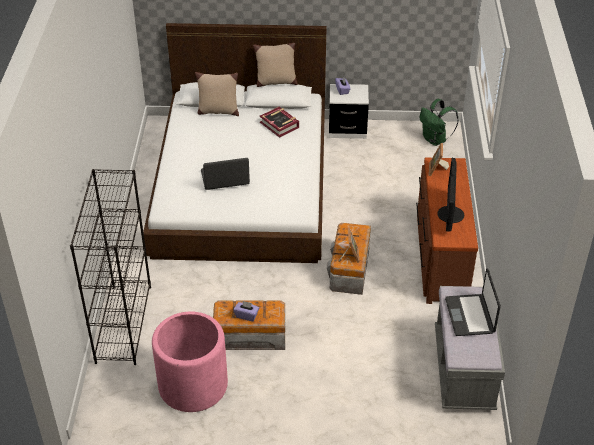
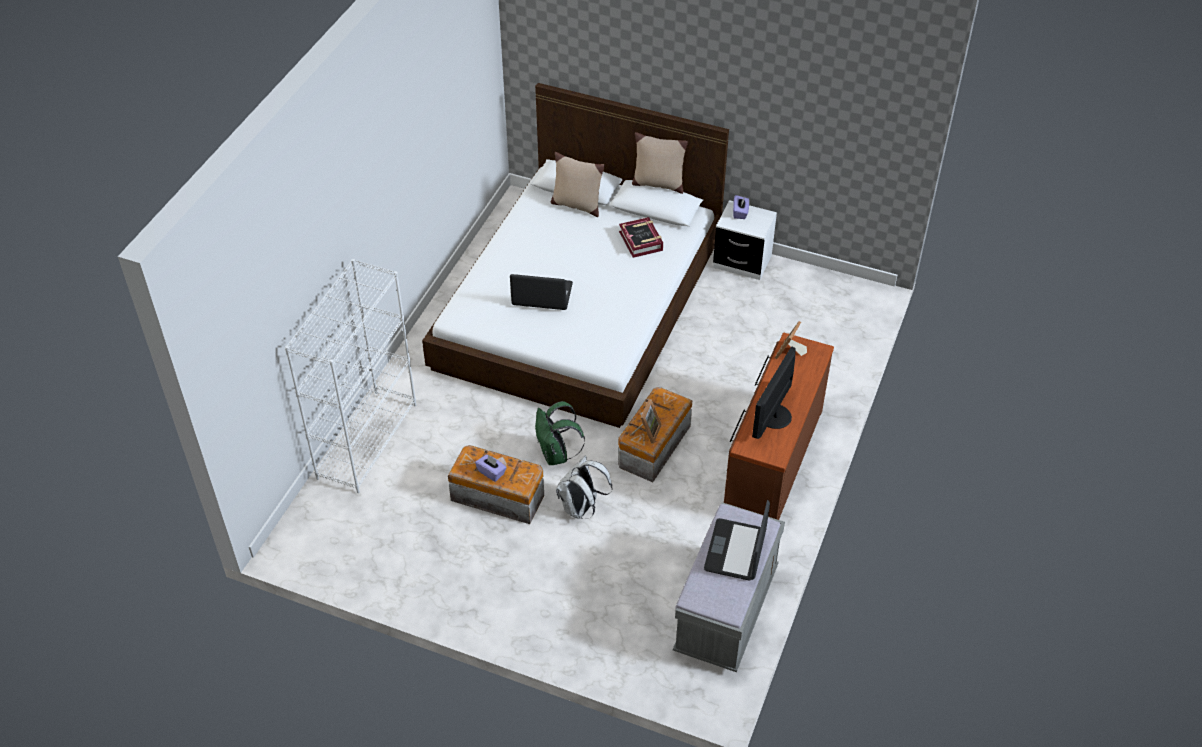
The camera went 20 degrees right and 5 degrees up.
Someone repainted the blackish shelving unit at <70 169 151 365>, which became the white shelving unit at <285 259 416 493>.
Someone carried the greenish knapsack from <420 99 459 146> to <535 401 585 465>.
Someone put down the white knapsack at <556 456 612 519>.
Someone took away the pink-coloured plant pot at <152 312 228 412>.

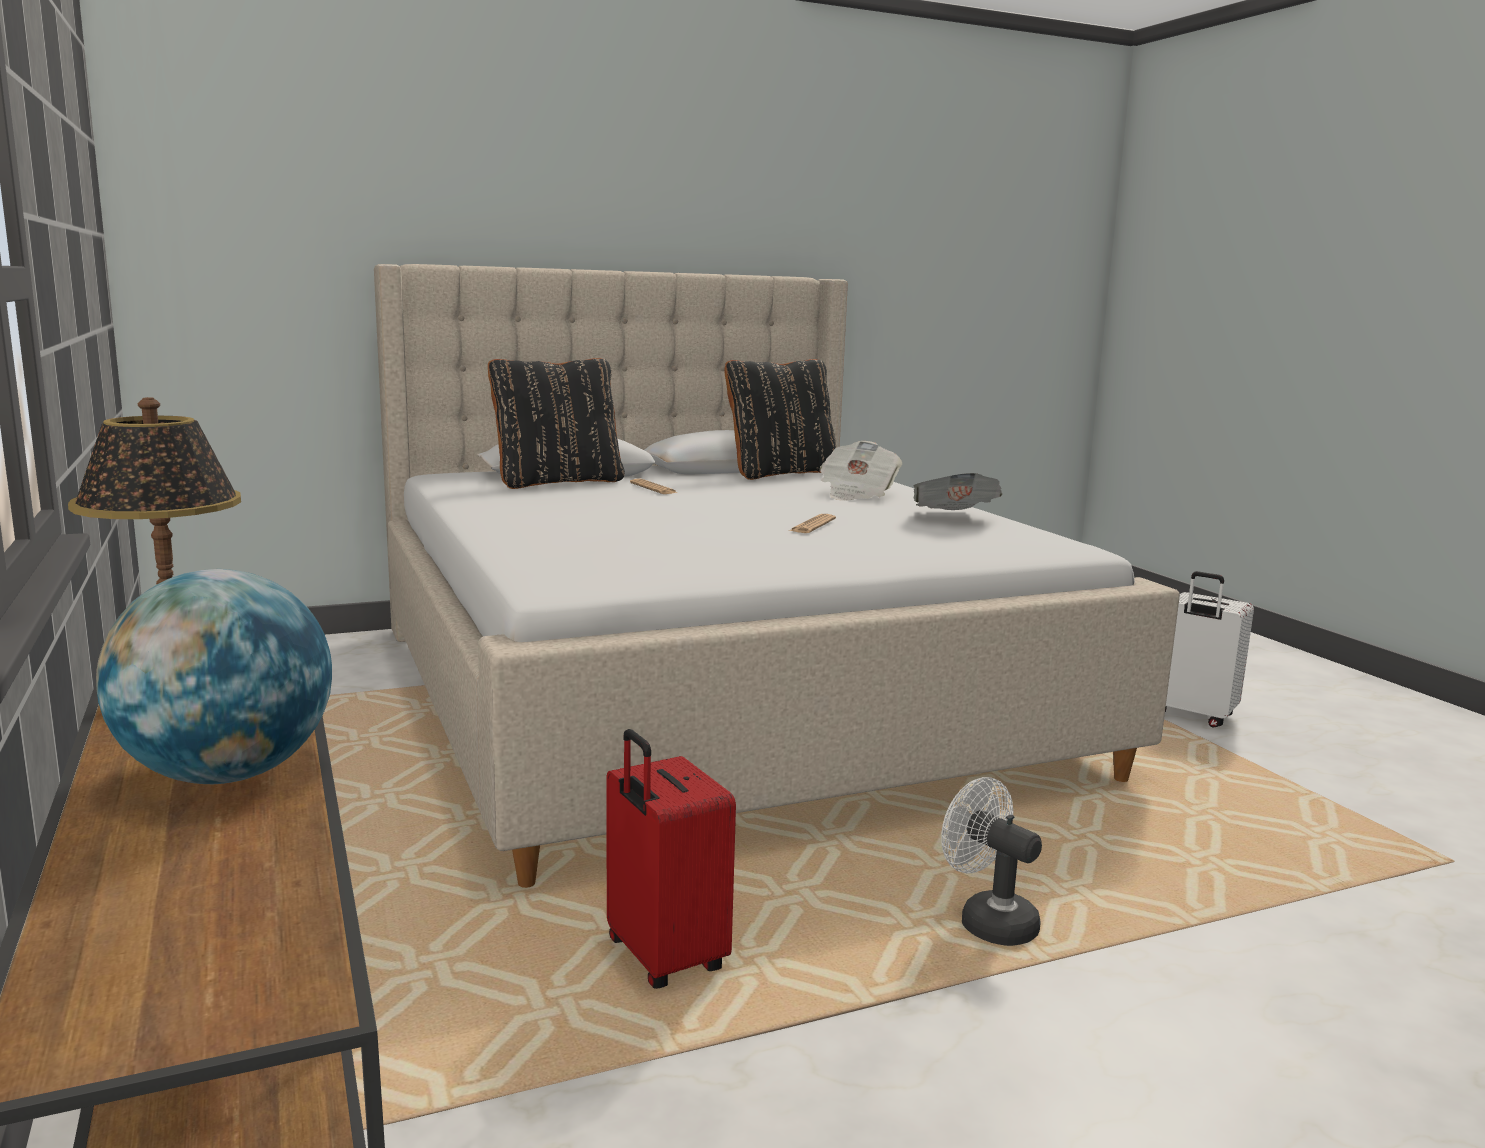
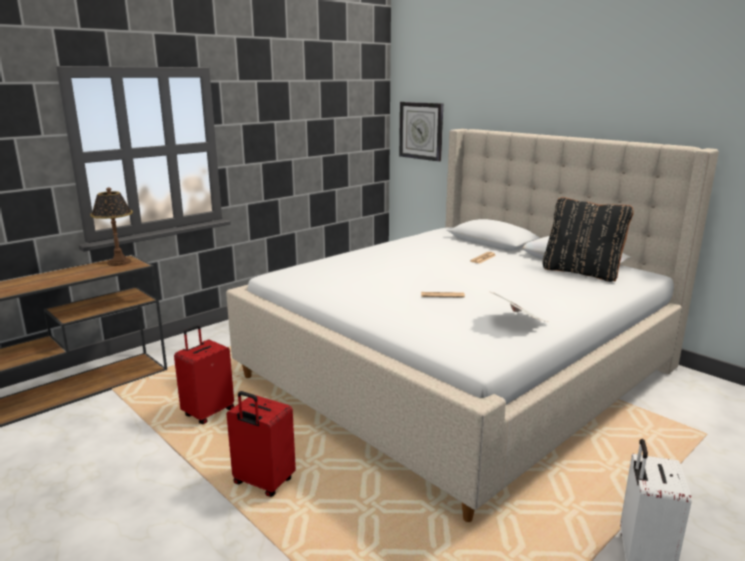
The camera went 70 degrees right and 5 degrees up.
Someone swapped the white cooling fan at <941 777 1042 946> for the red-coloured suitcase at <227 391 296 497>.
Someone put up the wall clock at <399 102 443 162>.
Someone took away the globe at <96 569 332 784>.
Someone took away the blackish pillow at <488 358 625 489>.
Someone took away the daily paper at <820 441 903 501>.

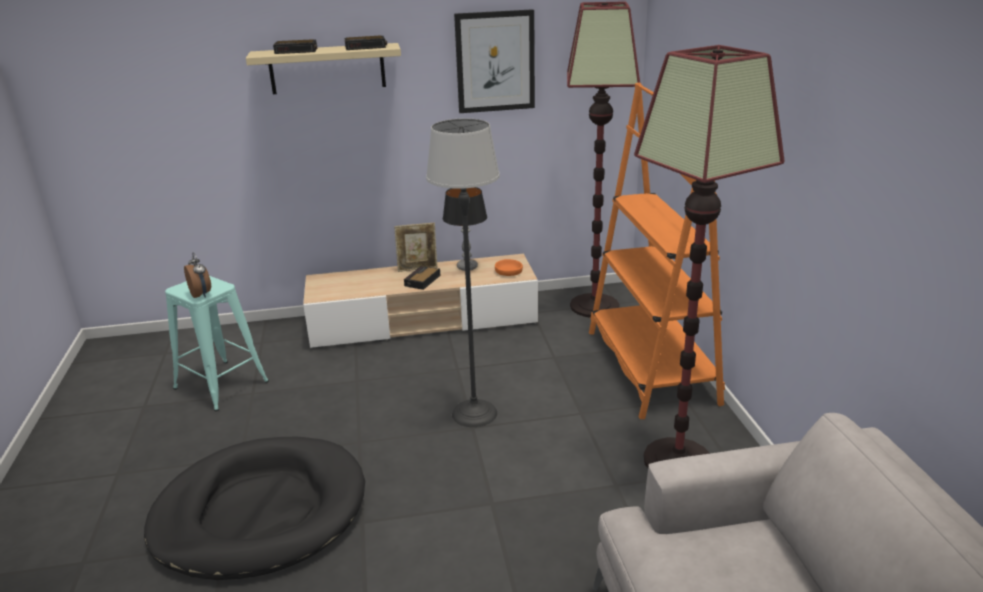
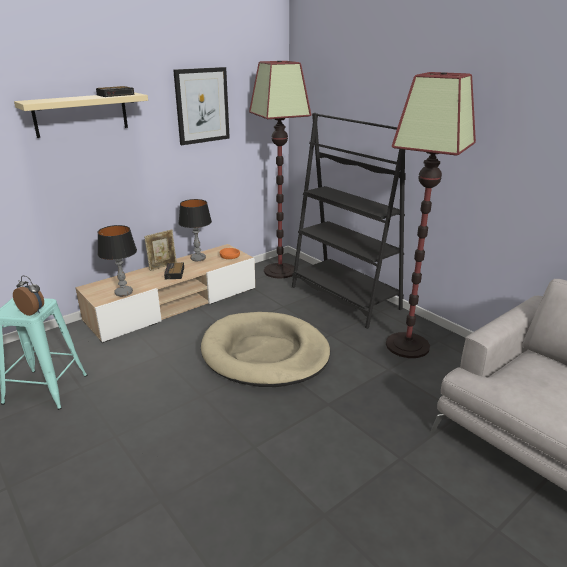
The camera went 30 degrees left and 0 degrees up.
Someone put down the lamp for a table at <97 225 137 296>.
Someone swapped the floor lamp at <426 118 500 427> for the beige-coloured dog bed at <201 312 330 387>.
Someone repainted the orangey shelving unit at <589 82 725 419>, which became the blackish shelving unit at <292 113 406 329>.
Someone took away the blackish dog bed at <144 437 365 580>.
Someone took away the table clock at <273 39 317 54>.

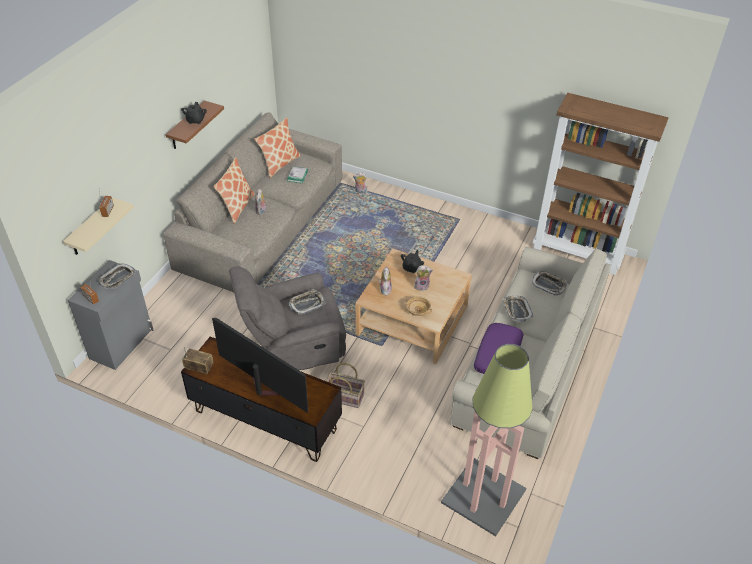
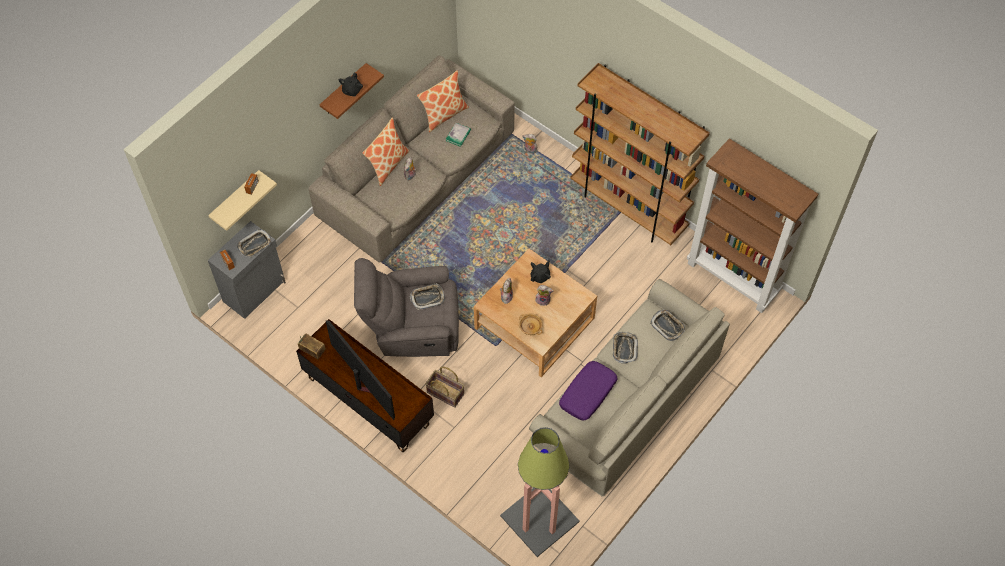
The camera went 15 degrees right and 15 degrees up.
Someone put down the brown-coloured shelving unit at <570 63 710 245>.

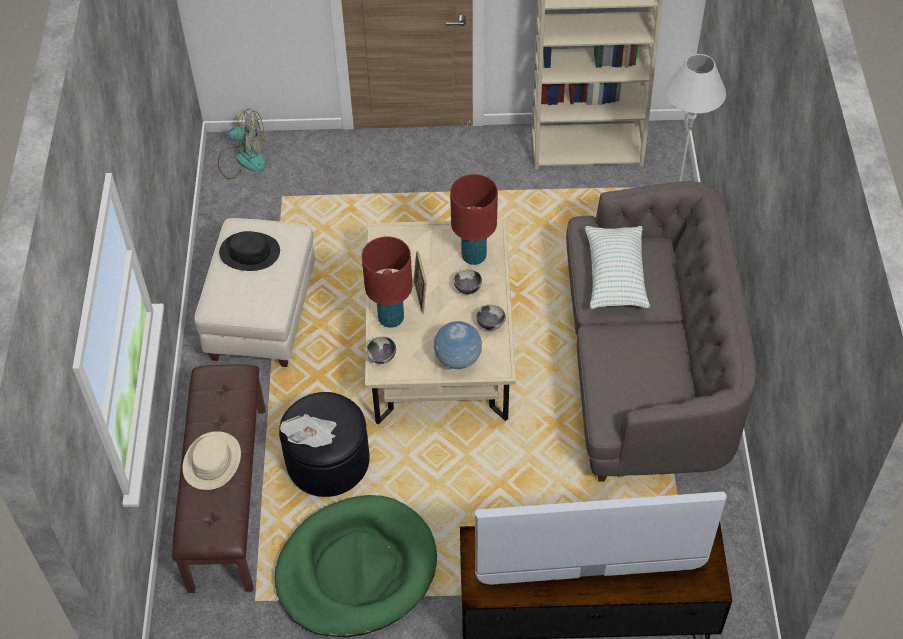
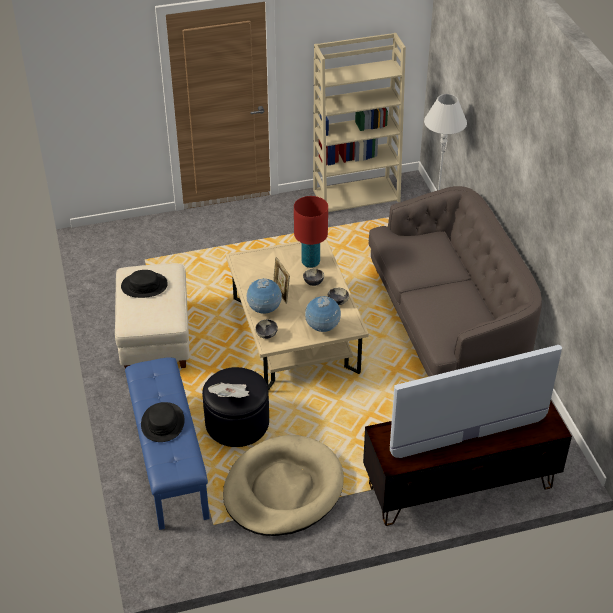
The camera went 15 degrees left and 10 degrees down.
Someone repainted the brown-coloured long seat at <172 364 266 593>, which became the blue-coloured long seat at <125 357 210 530>.
Someone repainted the beige-coloured clothing hat at <182 431 241 490>, which became the blackish clothing hat at <141 402 185 442>.
Someone repainted the greenish dog bed at <275 495 437 637>, which became the beige-coloured dog bed at <223 435 344 536>.
Someone swapped the red-coloured lamp for a table at <361 236 412 328> for the globe at <247 278 282 314>.
Someone took away the cooling fan at <218 108 265 179>.
Someone took away the pillow at <585 226 650 309>.

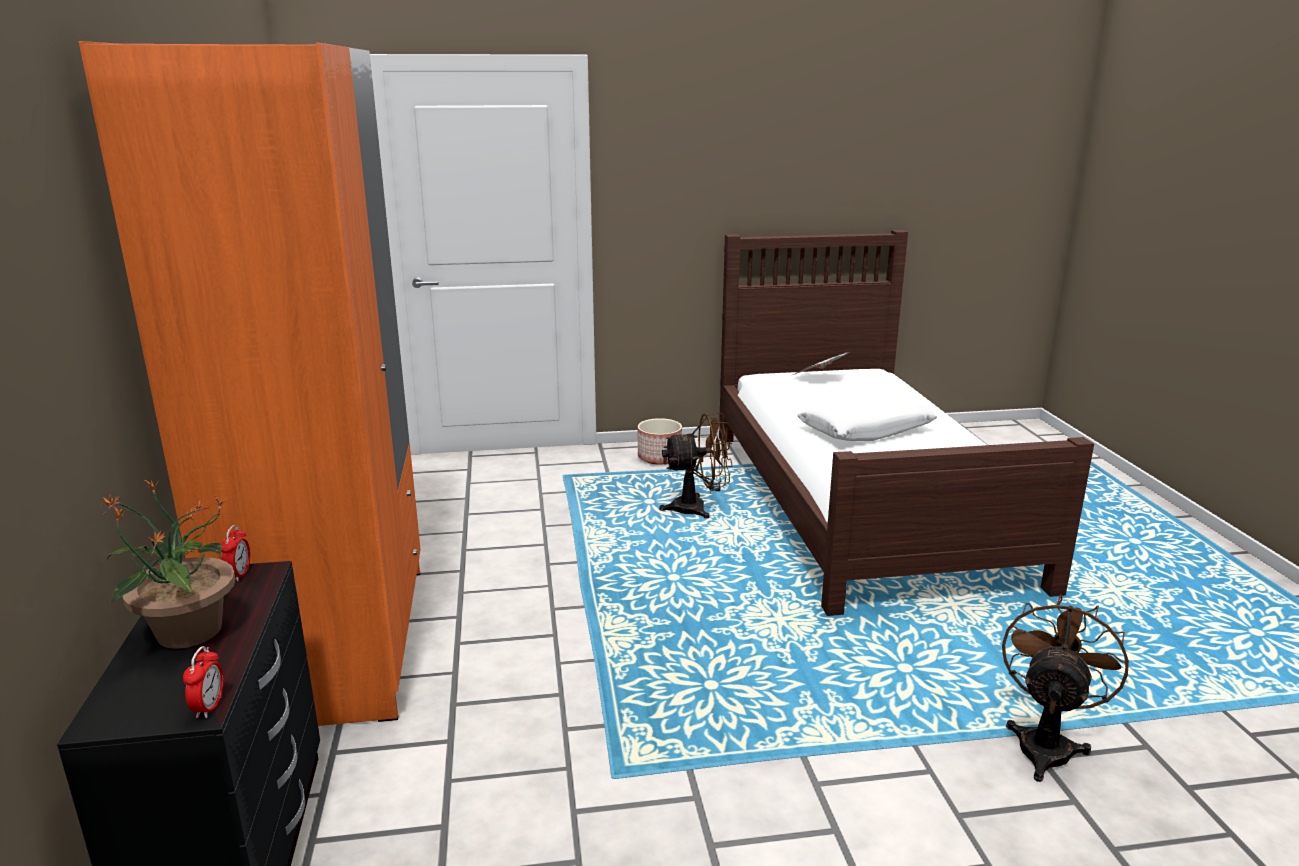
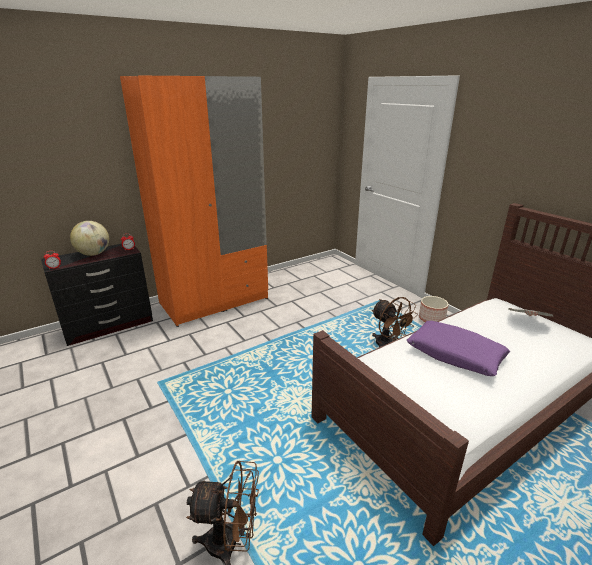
The camera went 65 degrees right and 5 degrees up.
Someone swapped the potted plant at <100 480 235 649> for the globe at <70 221 109 256>.
Someone repainted the white pillow at <797 394 937 441>, which became the purple-coloured pillow at <407 321 510 376>.

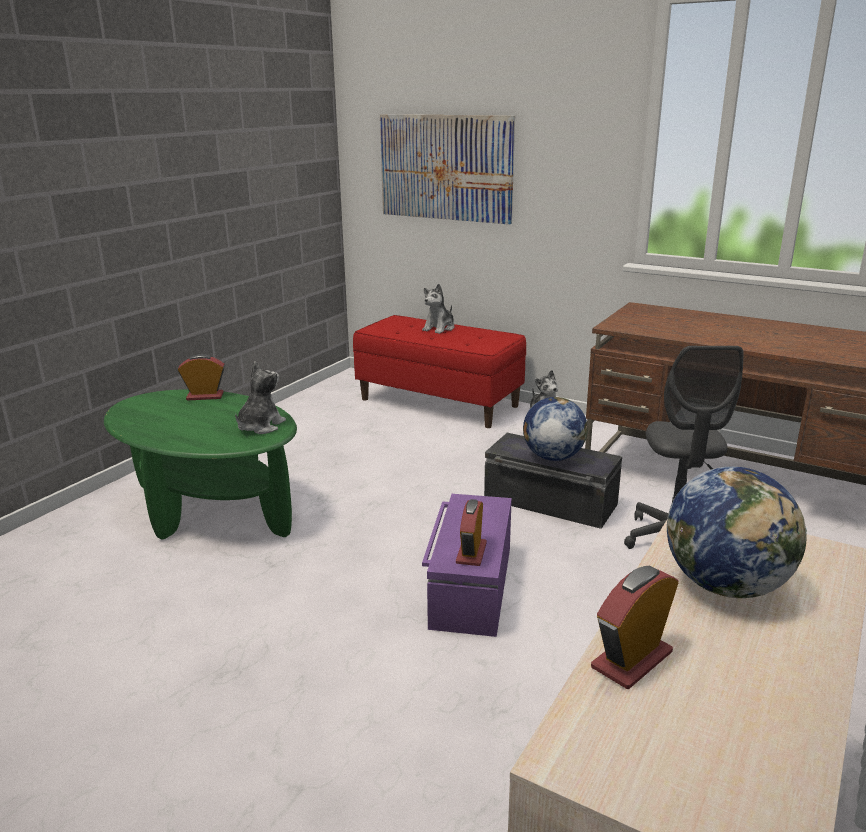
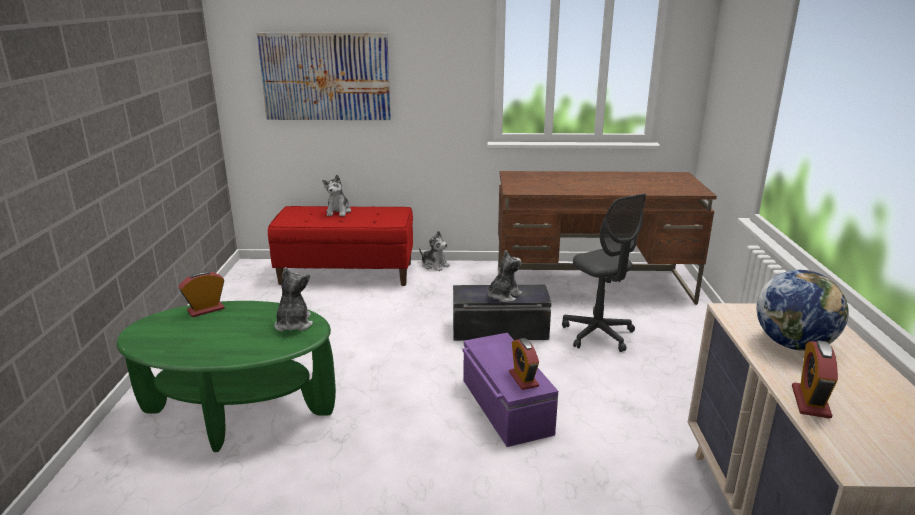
The camera went 30 degrees left and 0 degrees up.
Someone swapped the globe at <523 397 588 461> for the cuddly toy at <488 250 522 302>.

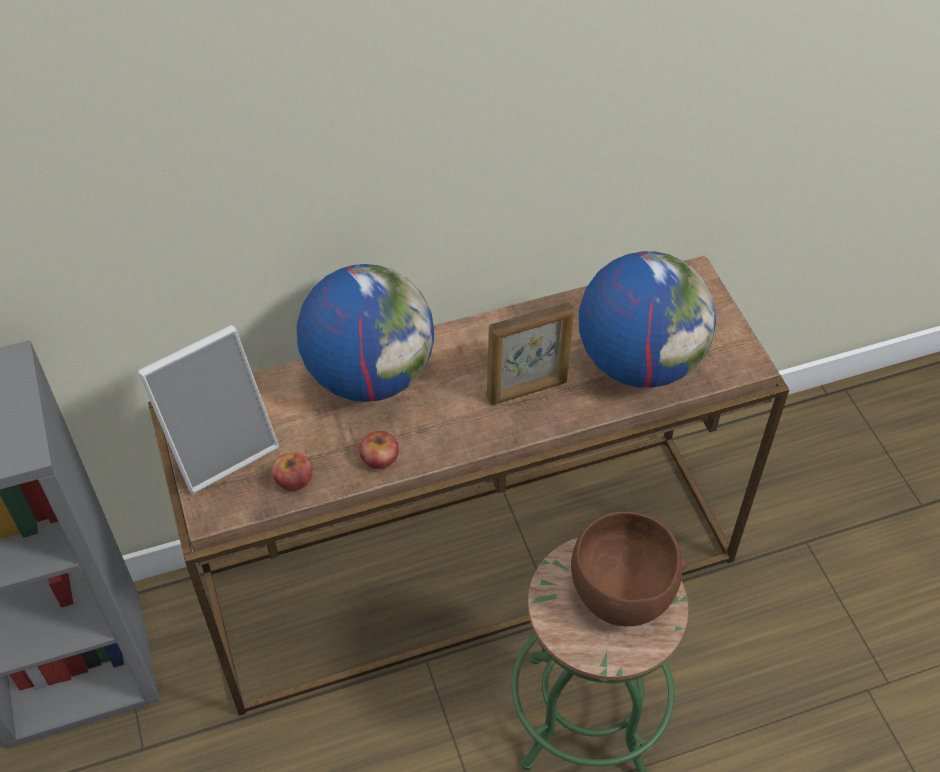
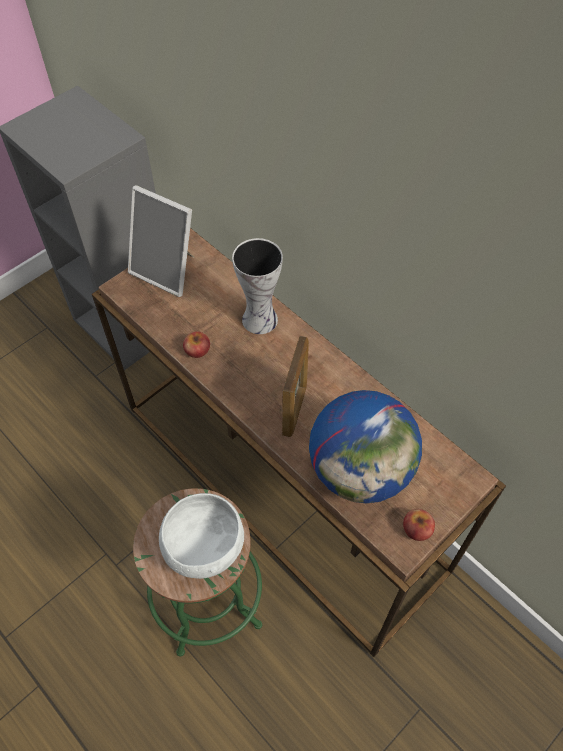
The camera went 65 degrees right and 5 degrees up.
Someone repainted the brown-coloured serving bowl at <571 512 686 626>, which became the white serving bowl at <159 493 244 579>.
Someone swapped the globe at <297 264 435 402> for the flower vase at <232 238 283 334>.
Someone rotated the picture frame at <487 302 574 405> by 120 degrees counterclockwise.
Someone carried the apple from <272 452 313 491> to <403 509 435 541>.

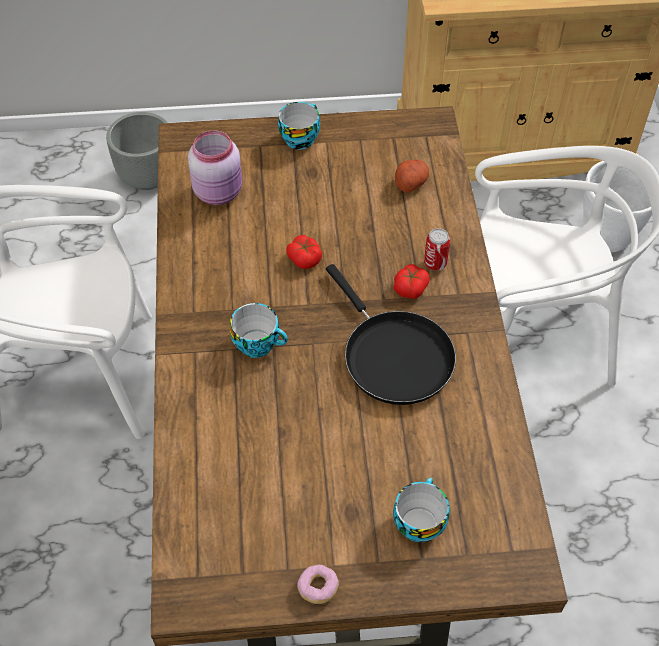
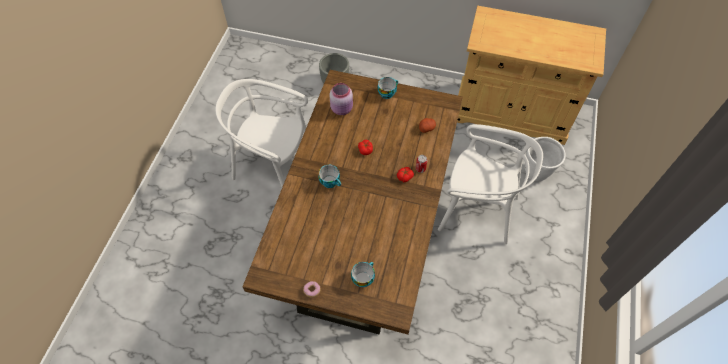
The camera went 20 degrees right and 5 degrees up.
Someone took away the blackish frying pan at <326 264 456 405>.

